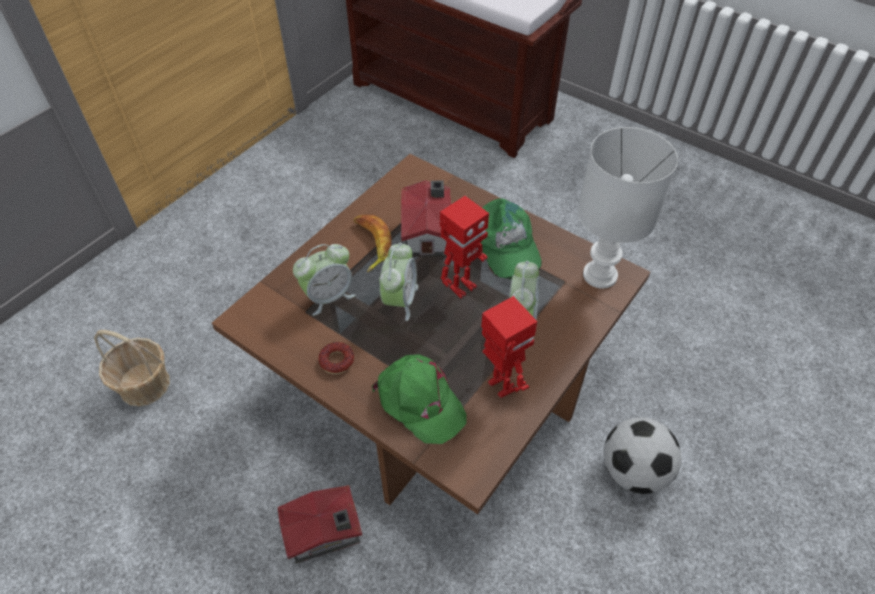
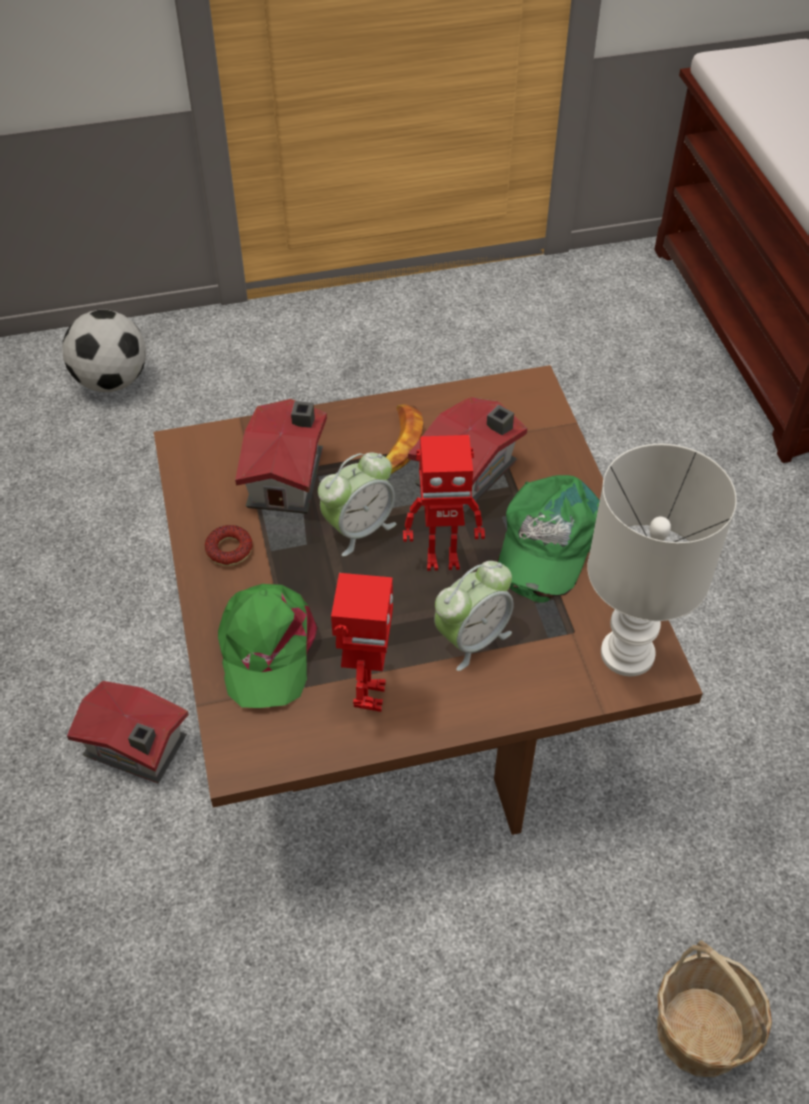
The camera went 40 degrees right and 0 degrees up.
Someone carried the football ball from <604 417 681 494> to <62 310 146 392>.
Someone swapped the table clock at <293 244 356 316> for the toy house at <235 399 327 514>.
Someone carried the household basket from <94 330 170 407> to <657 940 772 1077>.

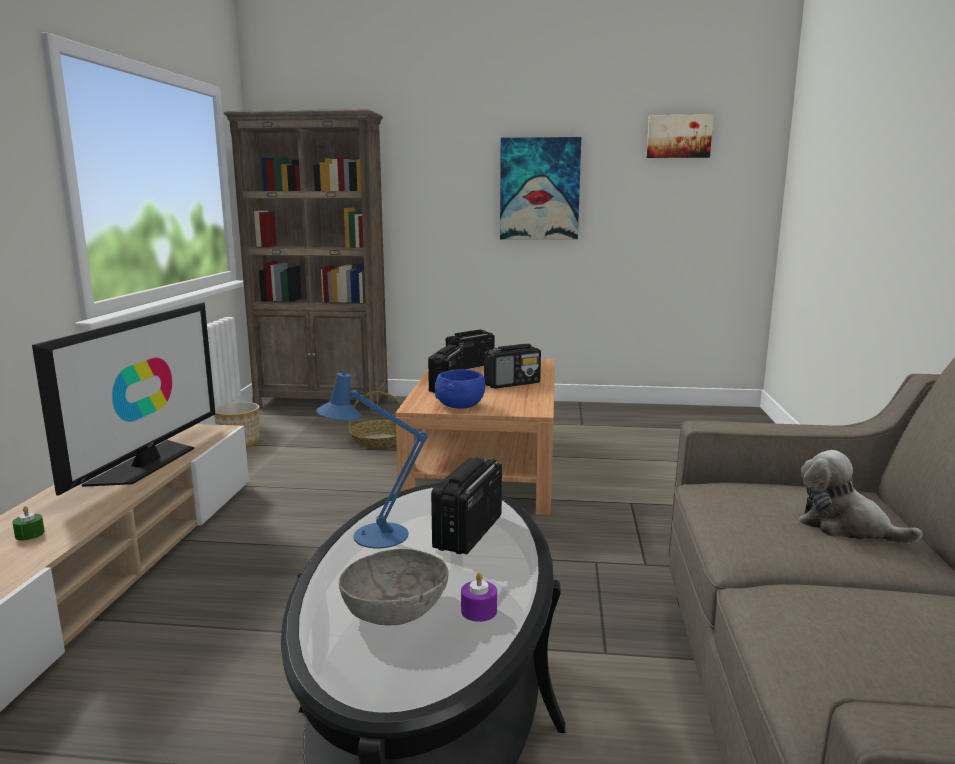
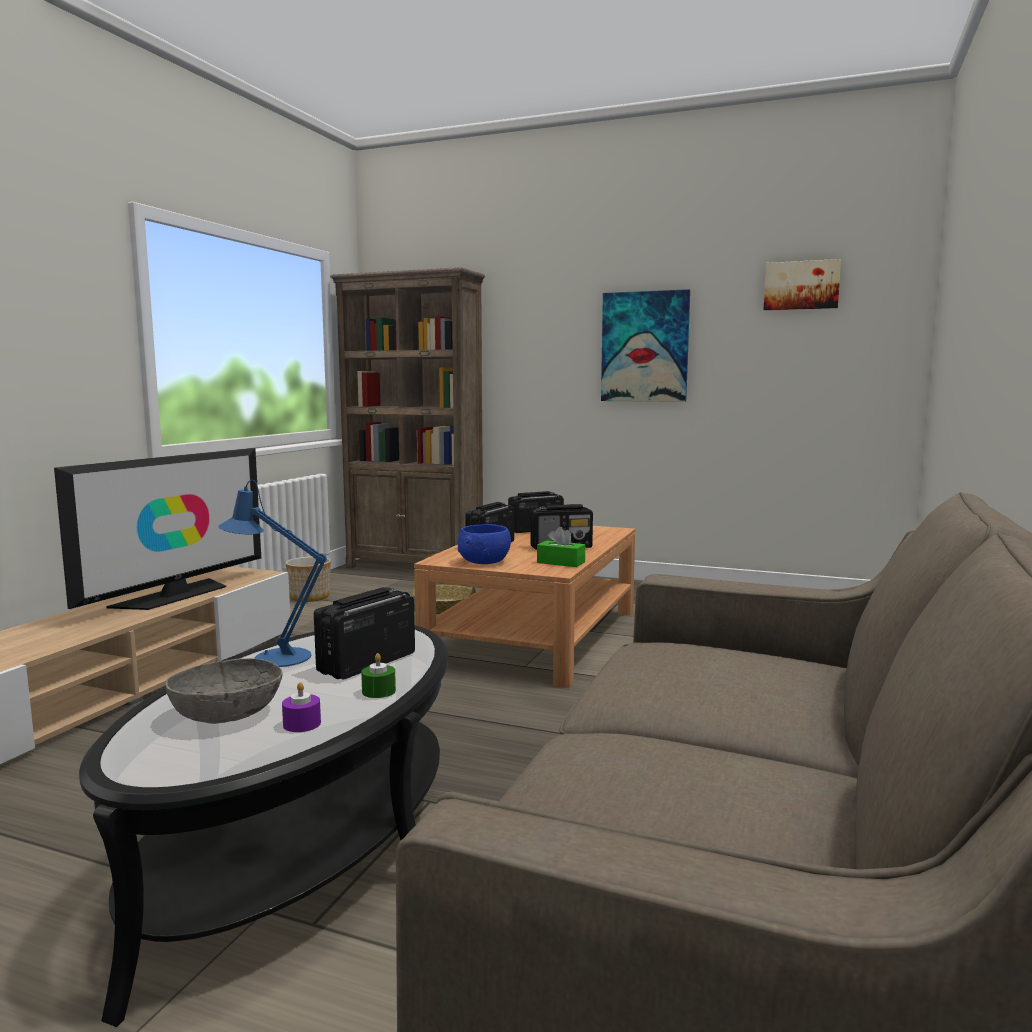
The camera went 15 degrees right and 5 degrees down.
Someone carried the greenish wax candle from <12 506 45 540> to <361 653 396 698>.
Someone put down the greenish tissue holder at <537 527 585 567>.
Someone took away the cuddly toy at <799 450 923 544>.

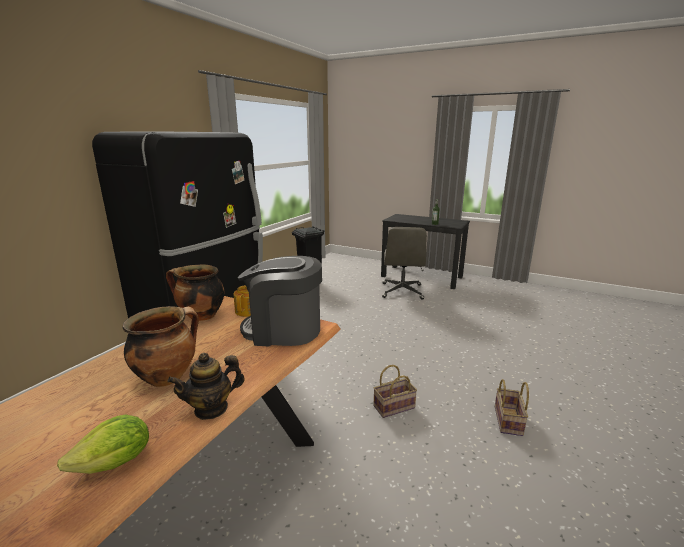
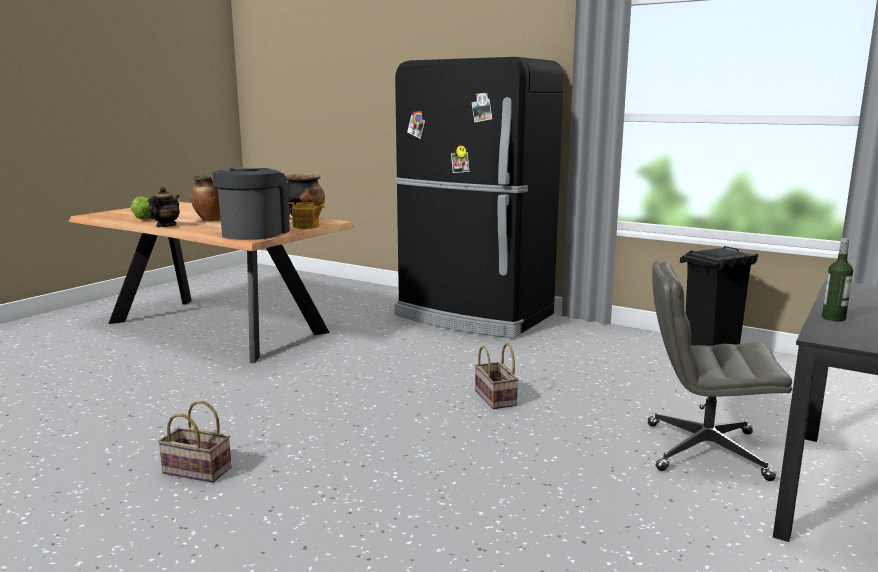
The camera went 95 degrees right and 5 degrees down.
Someone rotated the pot for tea at <167 353 245 420> by 45 degrees clockwise.
Someone carried the household basket from <373 365 417 418> to <475 343 518 409>.

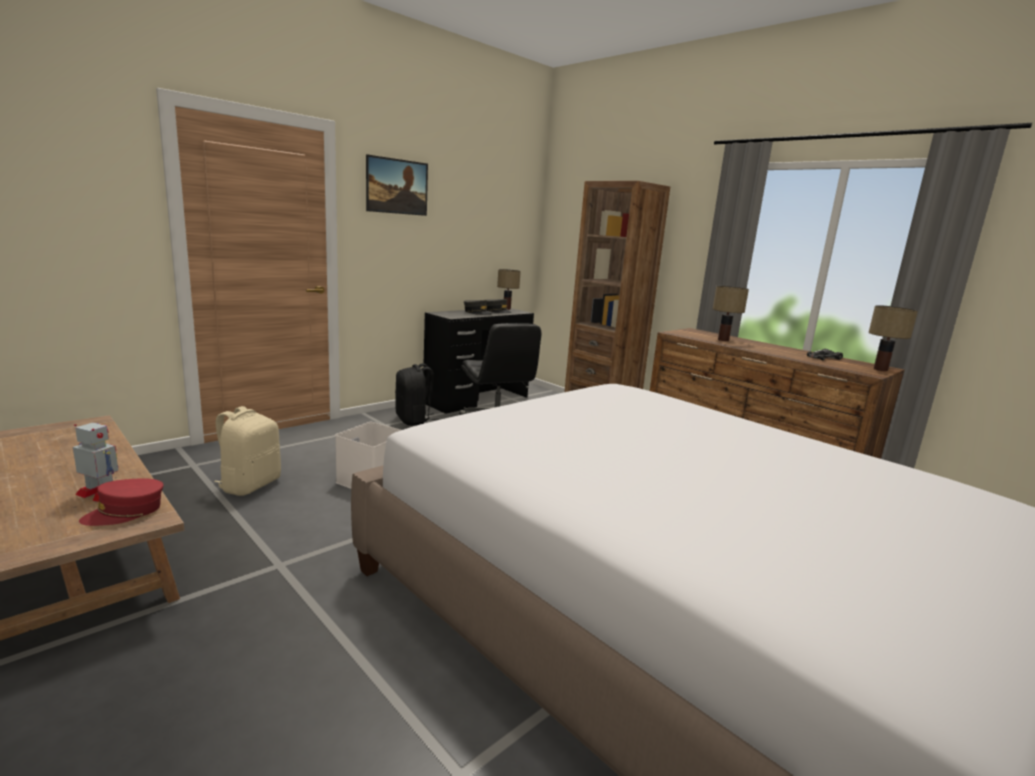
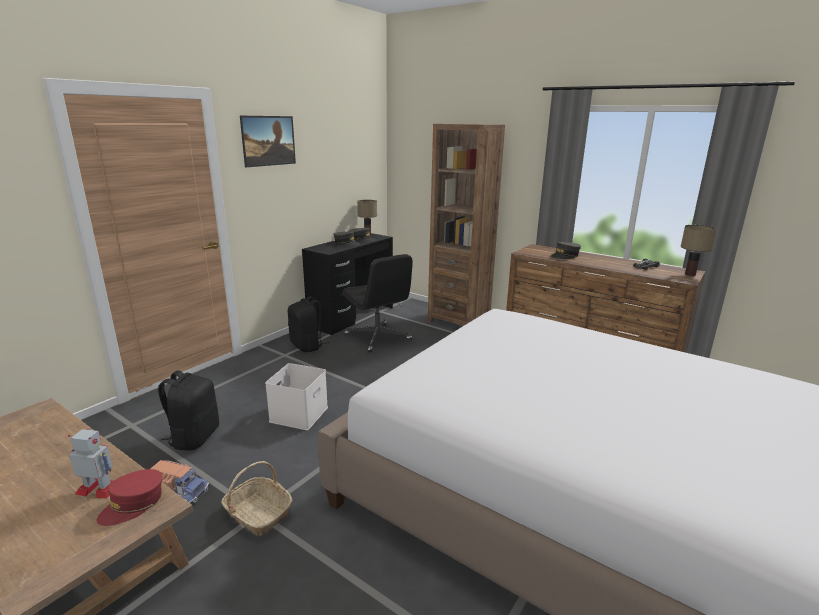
The camera went 10 degrees left and 5 degrees up.
Someone put down the toy lorry at <150 460 209 503>.
Someone repainted the beige-coloured knapsack at <214 406 281 496>, which became the blackish knapsack at <158 370 219 451>.
Someone put down the household basket at <221 461 293 536>.
Someone swapped the lamp for a table at <713 286 749 341> for the gray peaked cap at <551 242 581 259>.

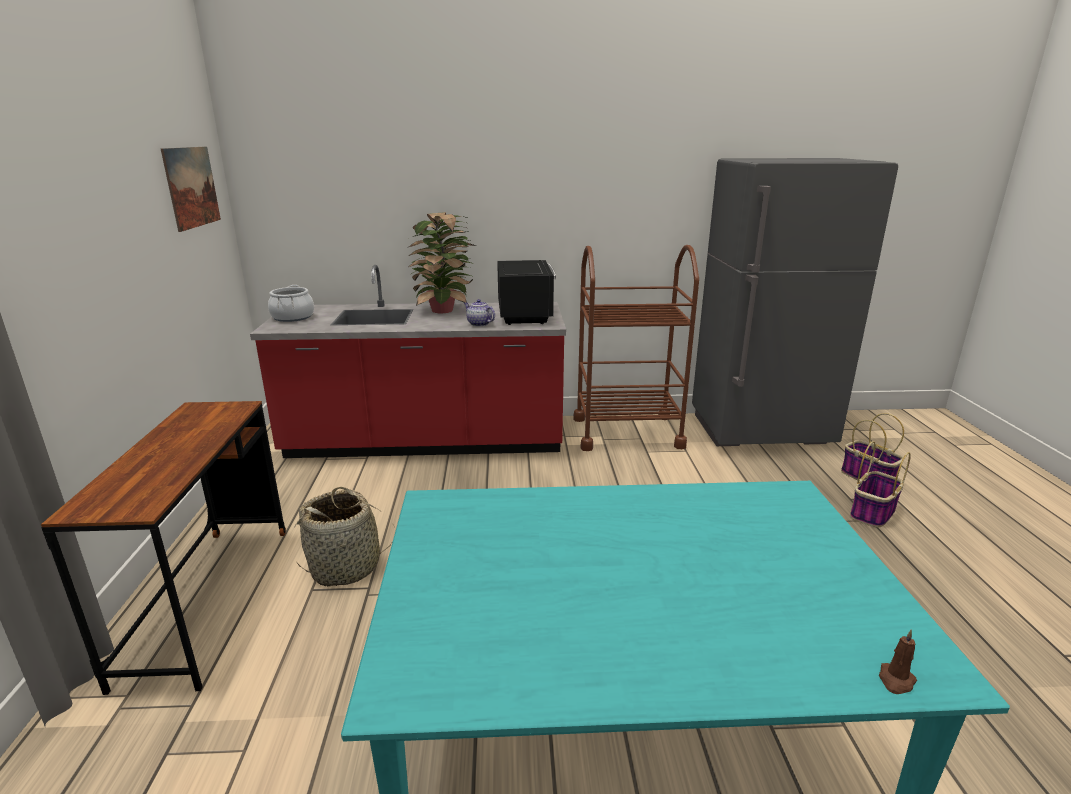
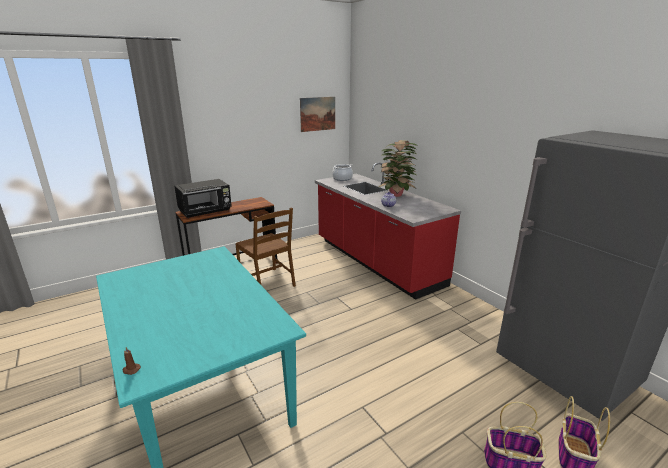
The camera went 60 degrees right and 0 degrees up.
Someone carried the blackish microwave from <497 260 556 325> to <174 179 232 218>.
Someone swapped the household basket at <294 487 394 586> for the brown-coloured upright chair at <236 207 296 287>.
Someone took away the brown-coloured trolley at <573 245 699 451>.

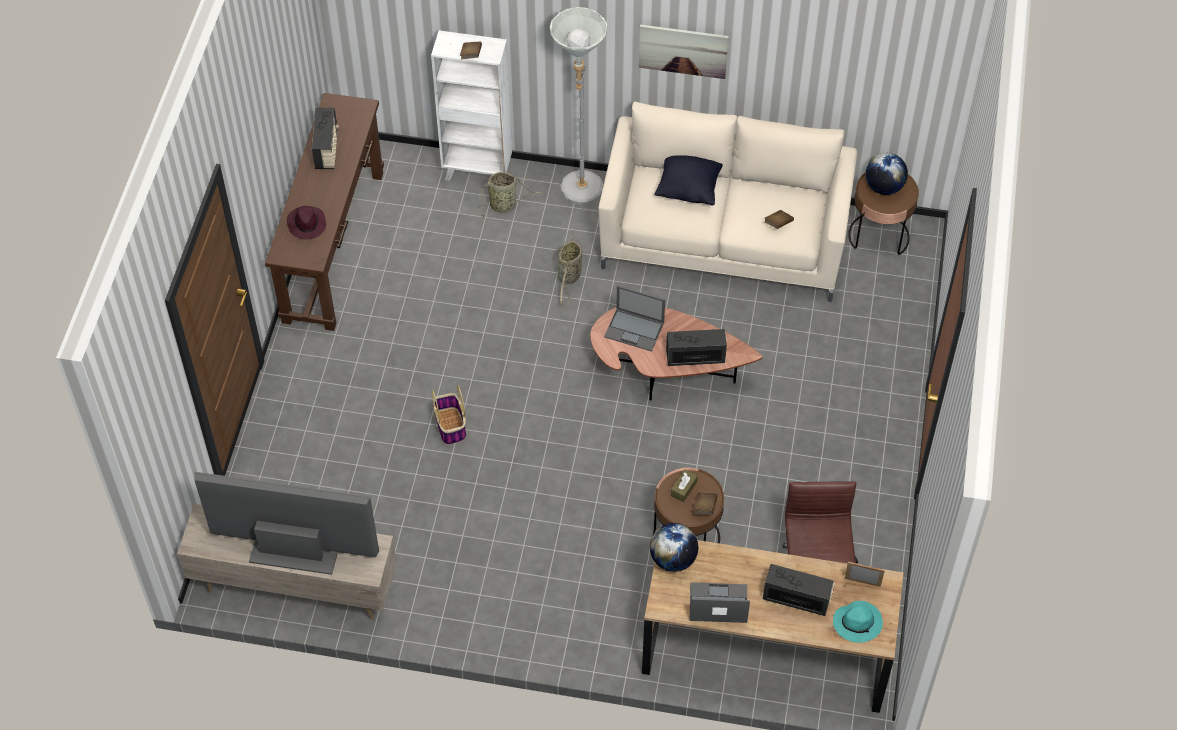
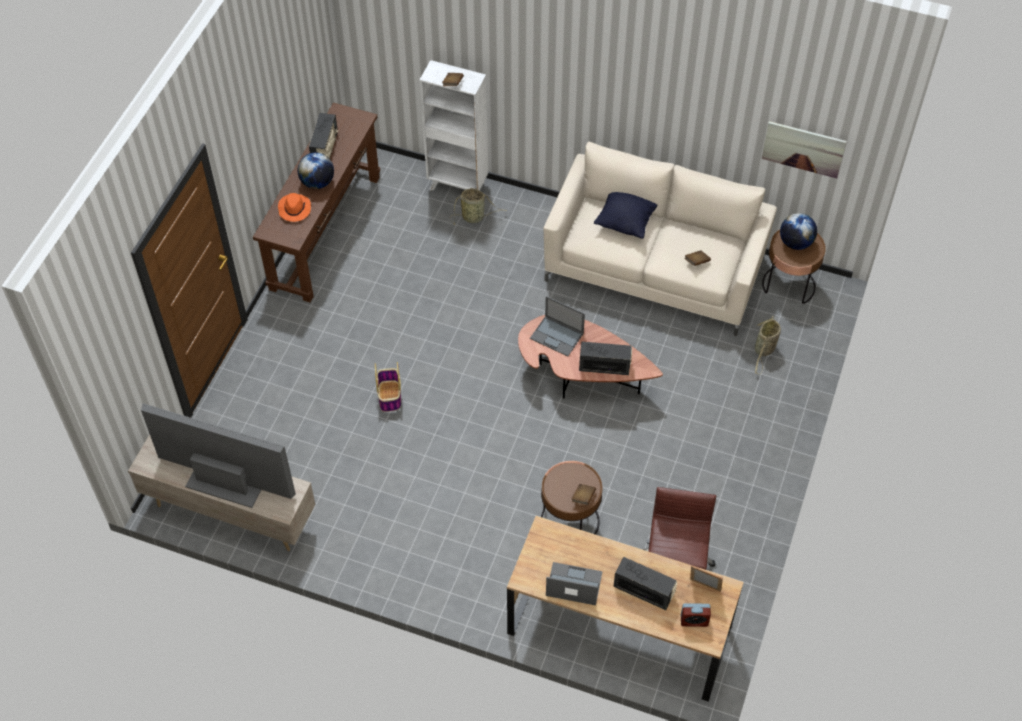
The camera went 10 degrees right and 0 degrees up.
Someone repainted the purple-coloured clothing hat at <287 206 326 239>, which became the orangey clothing hat at <278 193 311 222>.
Someone carried the globe from <650 523 698 572> to <297 152 334 189>.
Someone swapped the turquoise-coloured clothing hat at <833 601 883 643> for the table clock at <681 603 711 627>.
Someone carried the household basket from <558 237 582 305> to <755 316 781 374>.
Someone carried the wall art from <639 24 729 79> to <762 121 847 178>.
Someone took away the gray floor lamp at <550 7 607 204>.
Someone took away the brown-coloured tissue holder at <671 469 698 502>.

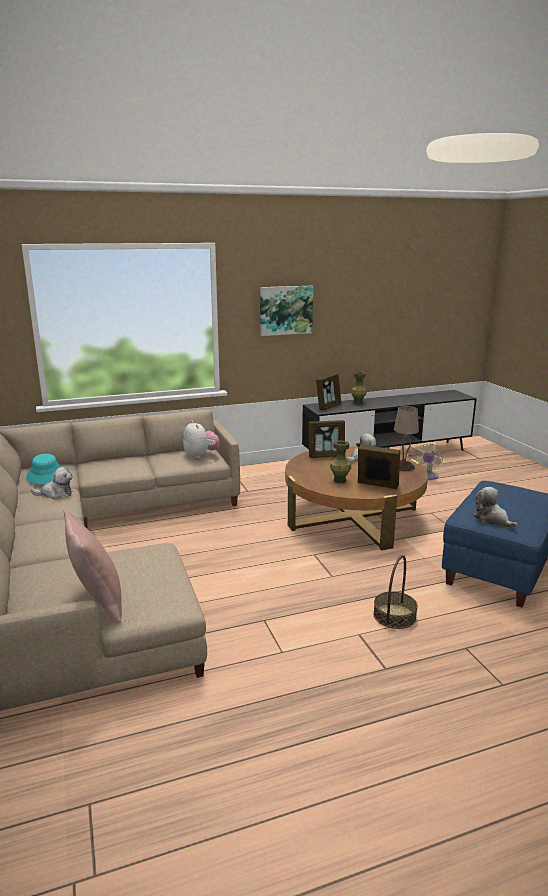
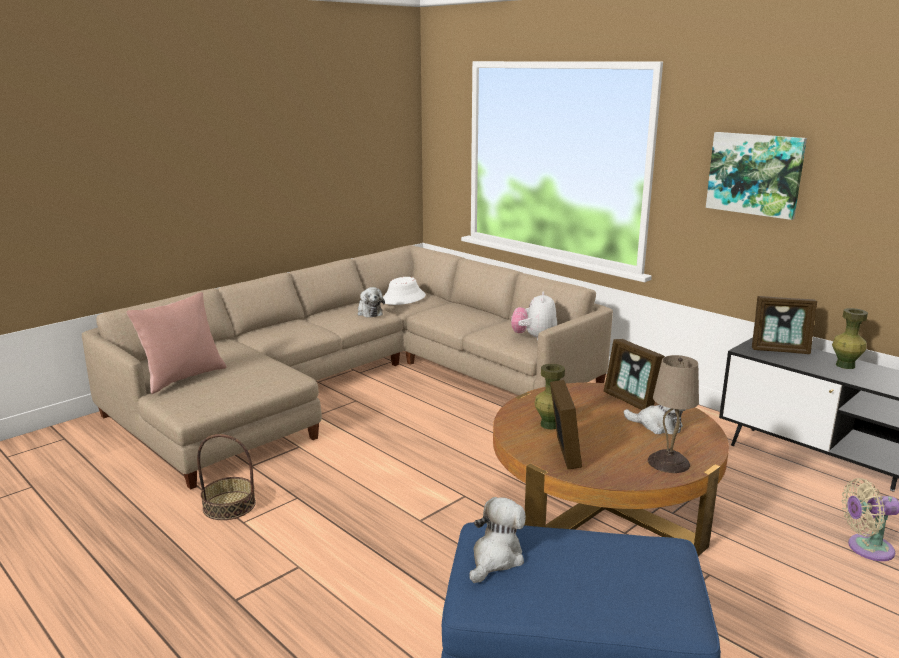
The camera went 65 degrees right and 0 degrees up.
Someone carried the household basket from <373 555 418 629> to <197 434 256 520>.
Someone repainted the turquoise-coloured clothing hat at <26 454 62 485>, which became the white clothing hat at <383 277 426 305>.
Someone rotated the cuddly toy at <183 420 220 459> by 150 degrees clockwise.

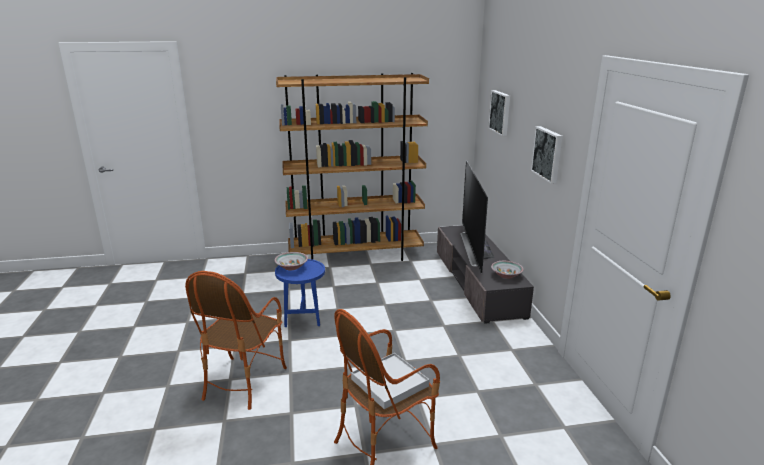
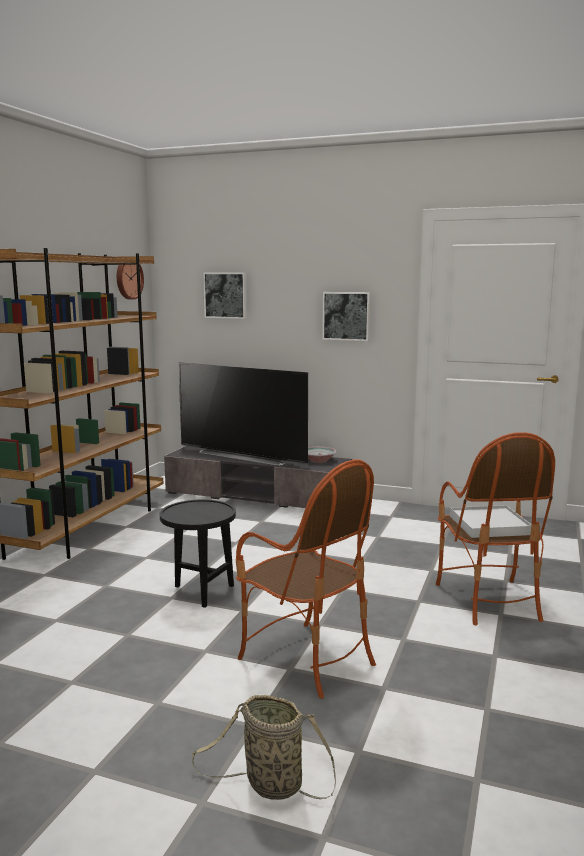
The camera went 60 degrees left and 10 degrees down.
Someone put up the wall clock at <117 264 144 300>.
Someone repainted the blue-coloured end table at <275 259 325 327>, which became the blackish end table at <160 499 236 608>.
Someone put down the household basket at <192 695 336 800>.
Someone took away the serving bowl at <274 252 308 270>.

